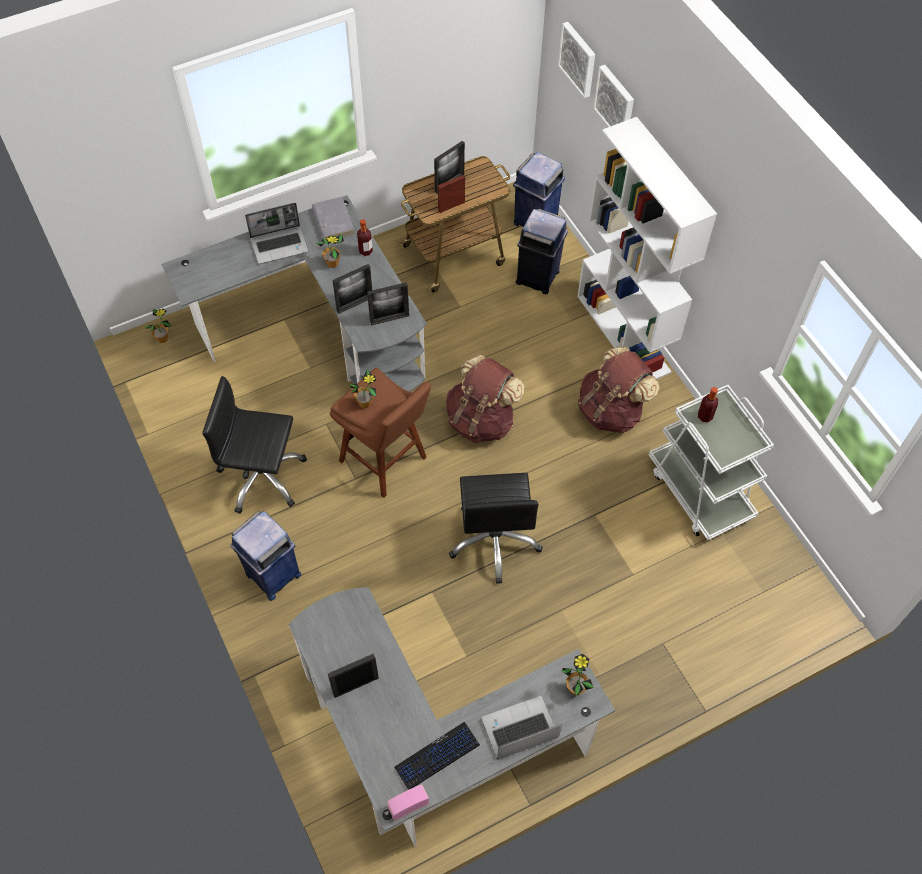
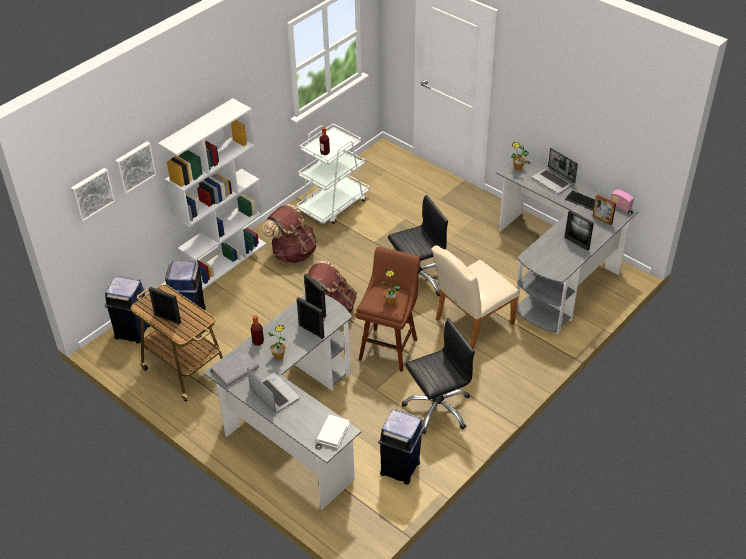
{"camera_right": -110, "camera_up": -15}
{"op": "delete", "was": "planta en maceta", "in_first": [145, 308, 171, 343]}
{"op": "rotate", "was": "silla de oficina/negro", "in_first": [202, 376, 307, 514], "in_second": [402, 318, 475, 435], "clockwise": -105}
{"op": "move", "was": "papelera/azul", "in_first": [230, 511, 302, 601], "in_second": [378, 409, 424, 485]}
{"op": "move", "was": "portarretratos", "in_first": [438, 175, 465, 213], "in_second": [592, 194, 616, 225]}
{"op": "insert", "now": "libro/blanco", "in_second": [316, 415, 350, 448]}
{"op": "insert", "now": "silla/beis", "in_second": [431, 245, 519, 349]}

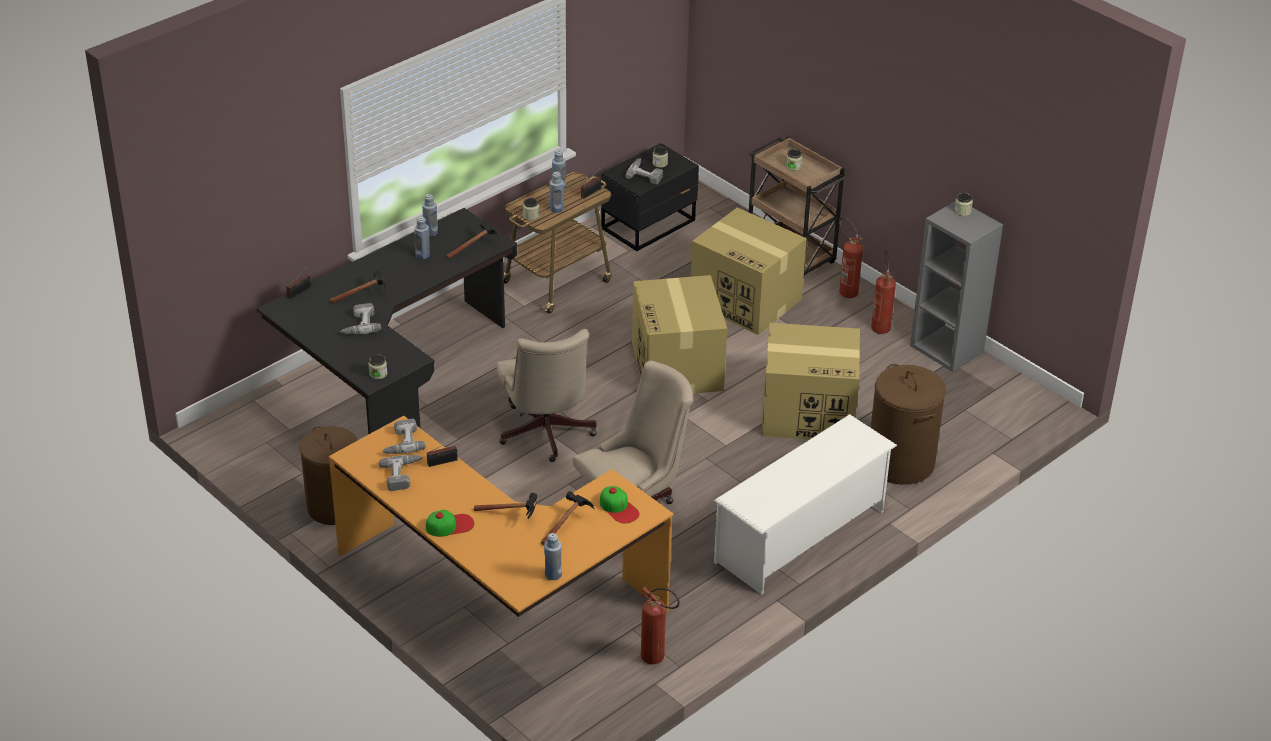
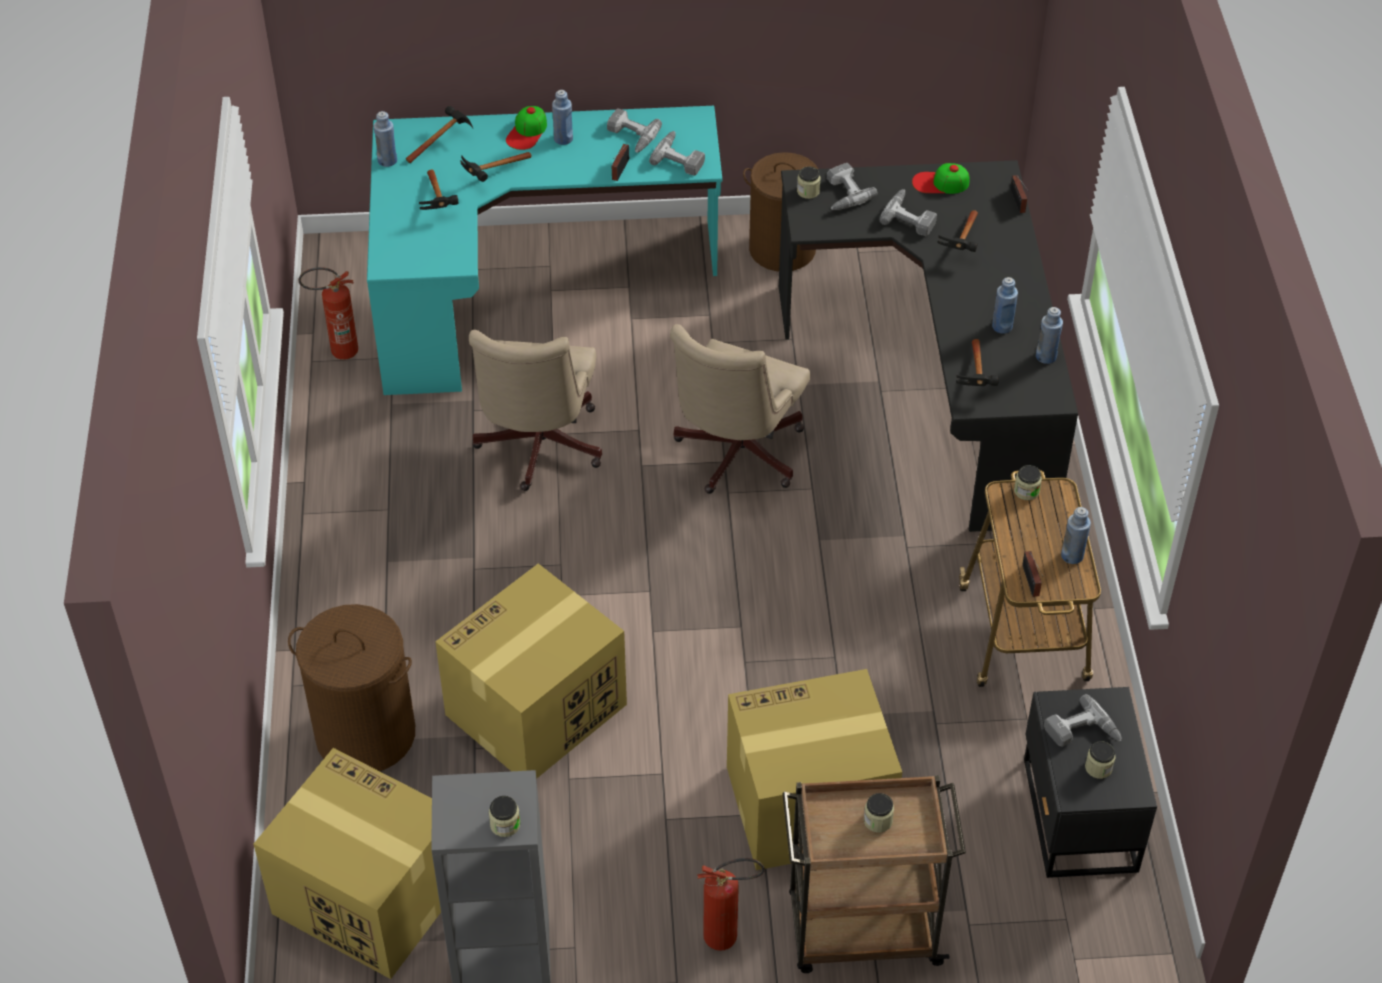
{"camera_right": 130, "camera_up": 10}
{"op": "recolor", "was": "escritorio/naranja", "now": "escritorio/turquesa", "in_first": [329, 416, 673, 617], "in_second": [367, 106, 722, 395]}
{"op": "rotate", "was": "silla de oficina/beis", "in_first": [497, 329, 597, 462], "in_second": [670, 324, 810, 494], "clockwise": -90}
{"op": "move", "was": "botella/azul", "in_first": [550, 172, 564, 213], "in_second": [552, 90, 573, 145]}
{"op": "move", "was": "gorra", "in_first": [600, 486, 639, 523], "in_second": [912, 163, 970, 194]}
{"op": "move", "was": "caja de cartón", "in_first": [632, 275, 727, 394], "in_second": [254, 748, 441, 979]}
{"op": "delete", "was": "zapatero/blanco", "in_first": [714, 414, 897, 594]}
{"op": "delete", "was": "extintor", "in_first": [871, 249, 896, 334]}
{"op": "insert", "now": "martillo", "in_second": [406, 106, 473, 163]}
{"op": "insert", "now": "taladro", "in_second": [827, 163, 877, 210]}

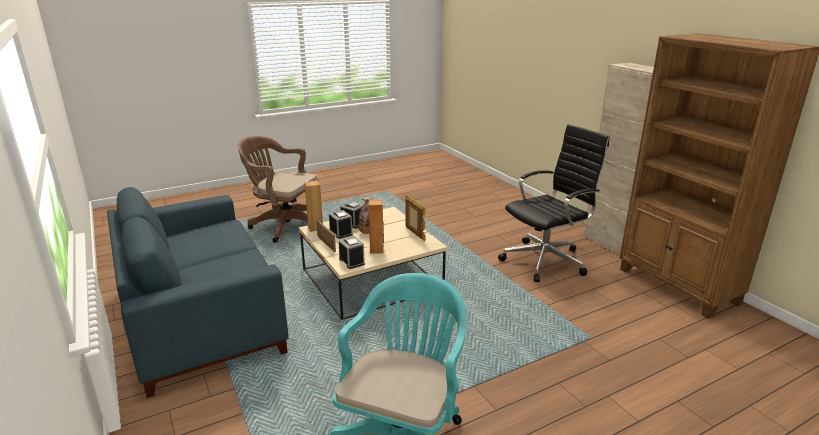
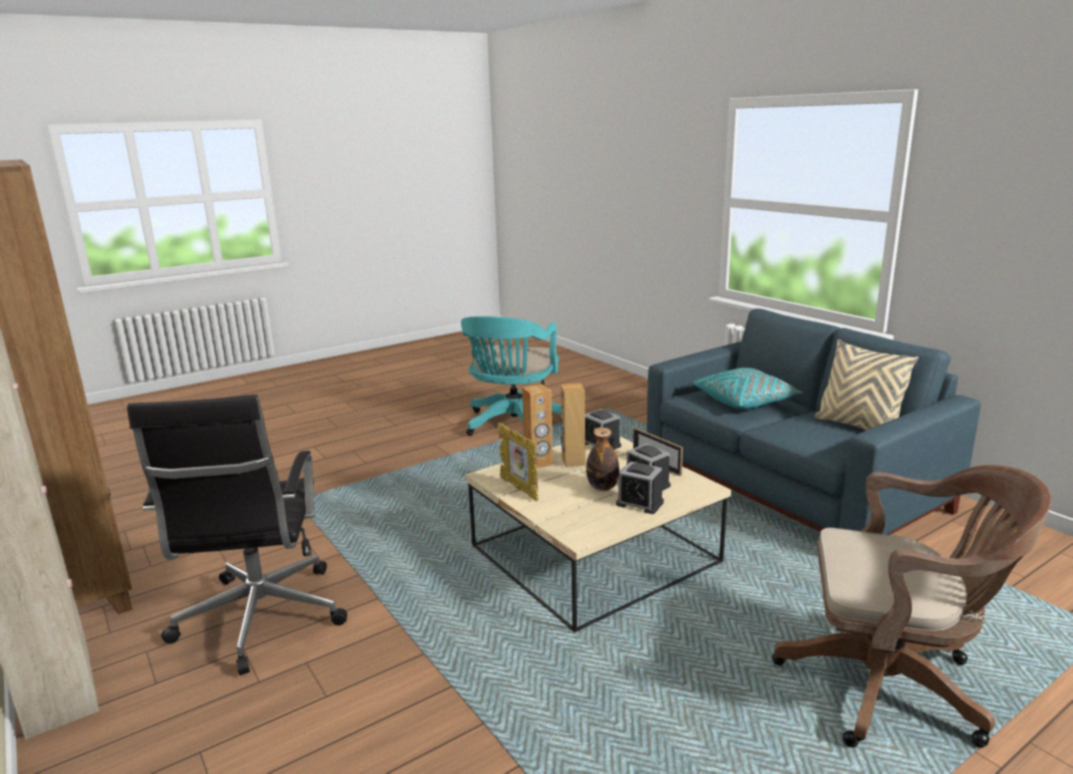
{"camera_right": 175, "camera_up": -5}
{"op": "move", "was": "altavoz/marrón", "in_first": [304, 181, 323, 232], "in_second": [522, 384, 553, 469]}
{"op": "rotate", "was": "silla de oficina/negro", "in_first": [498, 124, 609, 282], "in_second": [127, 395, 347, 675], "clockwise": -60}
{"op": "insert", "now": "cojín/turquesa", "in_second": [692, 368, 803, 410]}
{"op": "insert", "now": "cojín/beis", "in_second": [814, 339, 919, 430]}

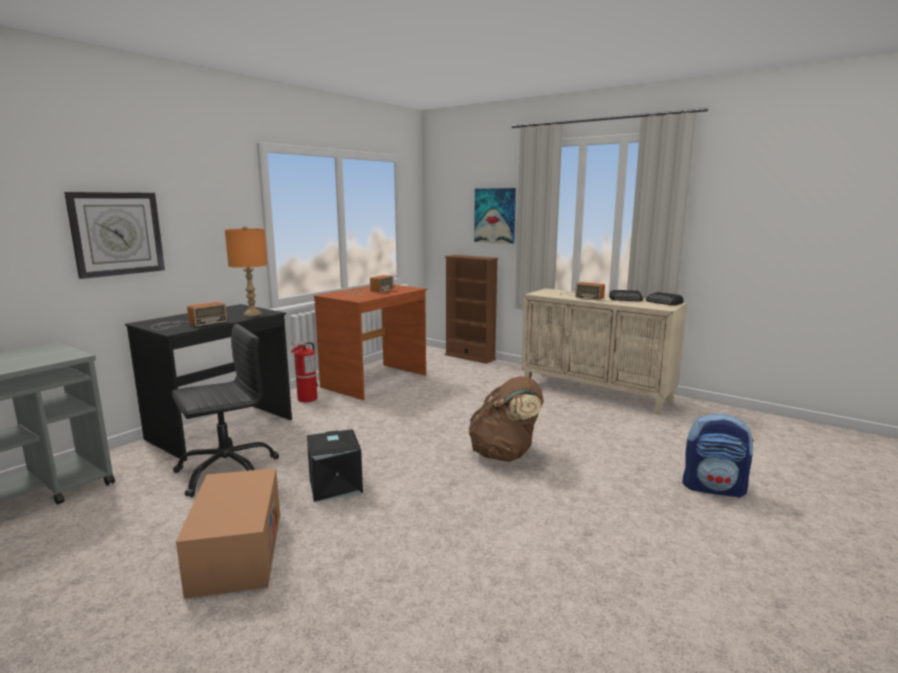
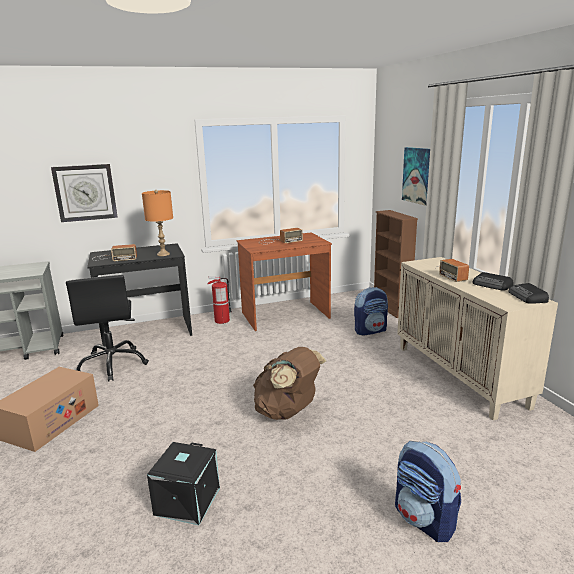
{"camera_right": 35, "camera_up": 5}
{"op": "rotate", "was": "silla de oficina/negro", "in_first": [172, 324, 279, 497], "in_second": [66, 275, 149, 381], "clockwise": 75}
{"op": "move", "was": "caja de almacenaje/negro", "in_first": [307, 429, 363, 502], "in_second": [147, 442, 220, 525]}
{"op": "insert", "now": "mochila", "in_second": [354, 287, 388, 336]}

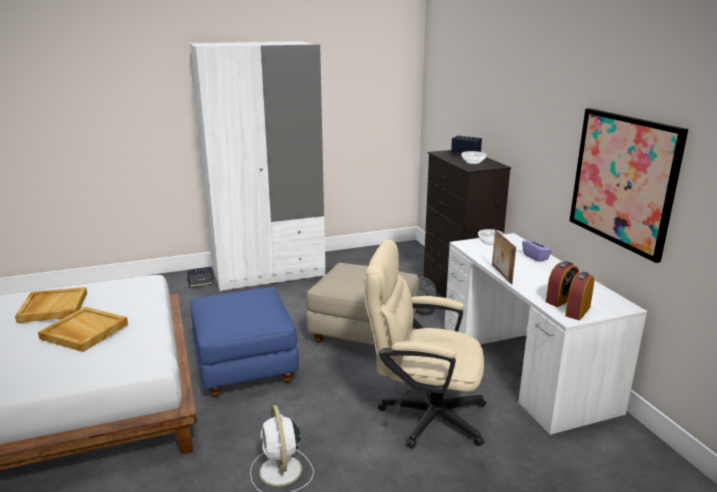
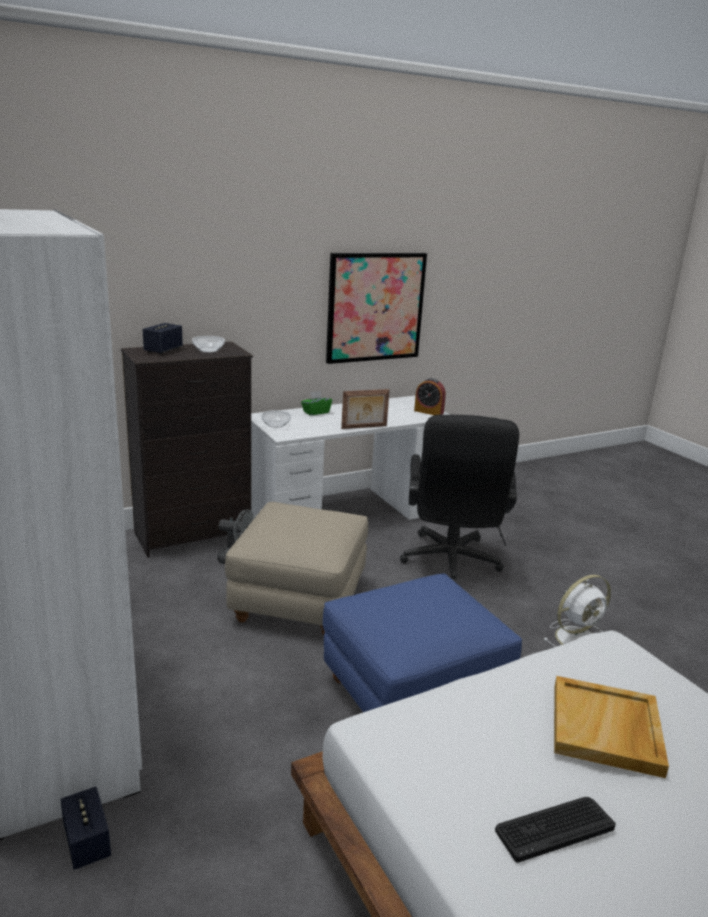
{"camera_right": -100, "camera_up": 0}
{"op": "replace", "was": "bandeja/beis", "now": "teclado", "in_first": [15, 287, 87, 323], "in_second": [495, 797, 616, 863]}
{"op": "recolor", "was": "silla de oficina/beis", "now": "silla de oficina/negro", "in_first": [364, 239, 486, 449], "in_second": [400, 414, 519, 583]}
{"op": "recolor", "was": "caja de pañuelos/morado", "now": "caja de pañuelos/verde", "in_first": [522, 236, 552, 262], "in_second": [301, 391, 332, 415]}
{"op": "delete", "was": "despertador", "in_first": [546, 261, 579, 307]}

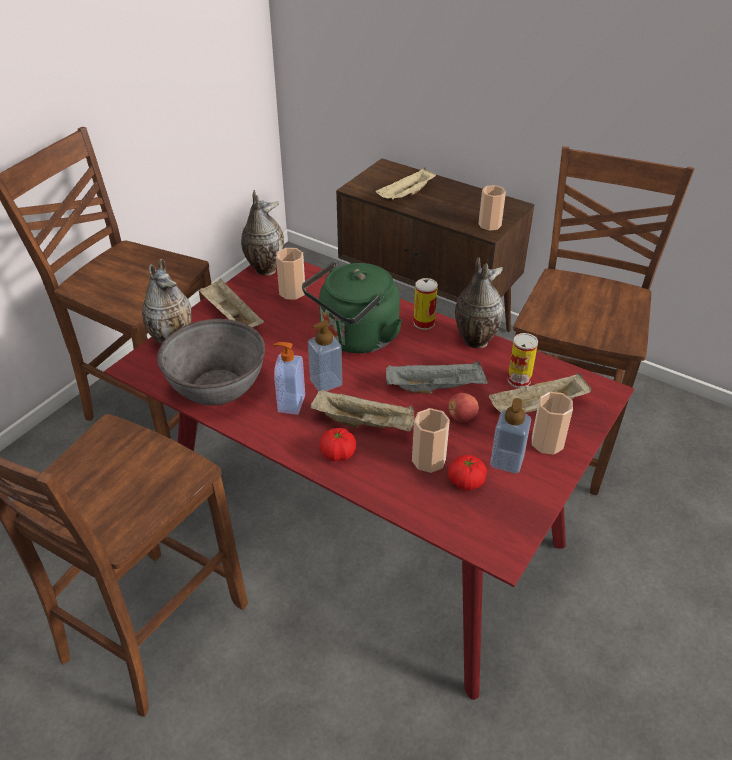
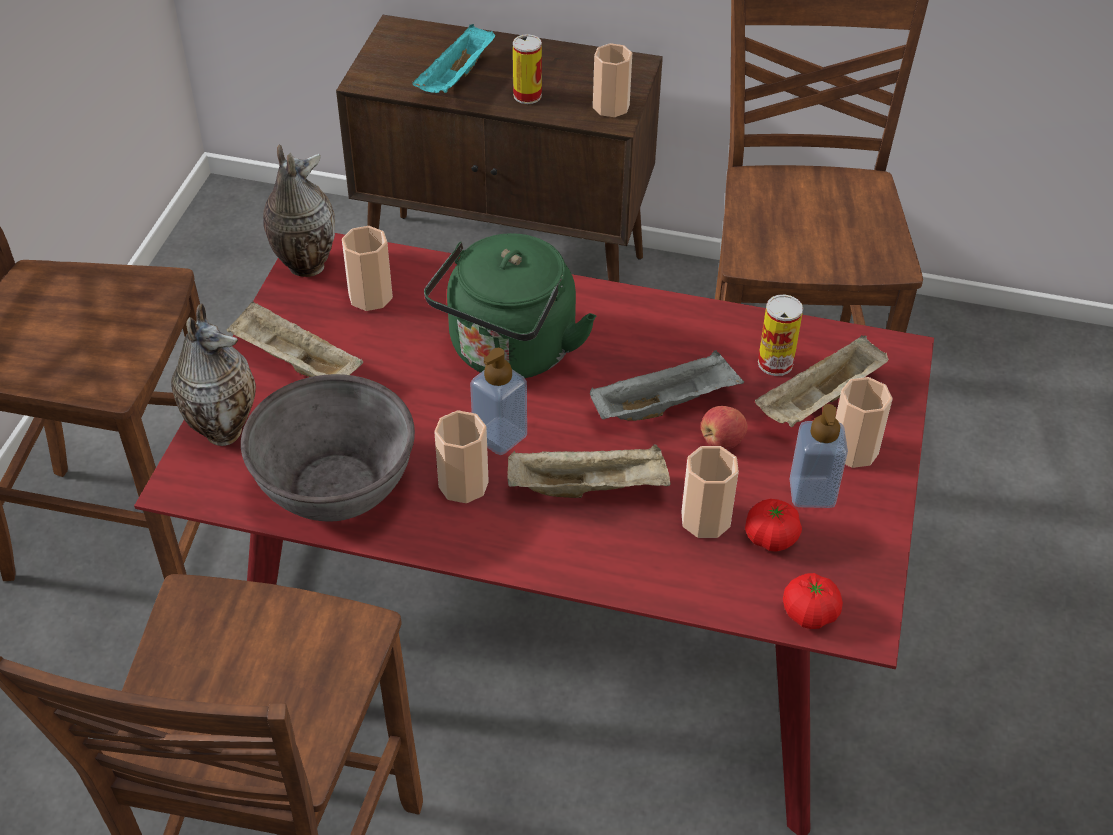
{"camera_right": -20, "camera_up": 5}
{"op": "replace", "was": "dispensador de jabón", "now": "taza", "in_first": [273, 342, 305, 415], "in_second": [434, 410, 489, 503]}
{"op": "move", "was": "tomate", "in_first": [319, 428, 356, 462], "in_second": [783, 573, 843, 629]}
{"op": "recolor", "was": "bandeja/beis", "now": "bandeja/turquesa", "in_first": [376, 168, 436, 199], "in_second": [412, 24, 495, 93]}
{"op": "move", "was": "lata", "in_first": [413, 278, 438, 330], "in_second": [513, 34, 542, 104]}
{"op": "delete", "was": "florero", "in_first": [455, 257, 504, 349]}

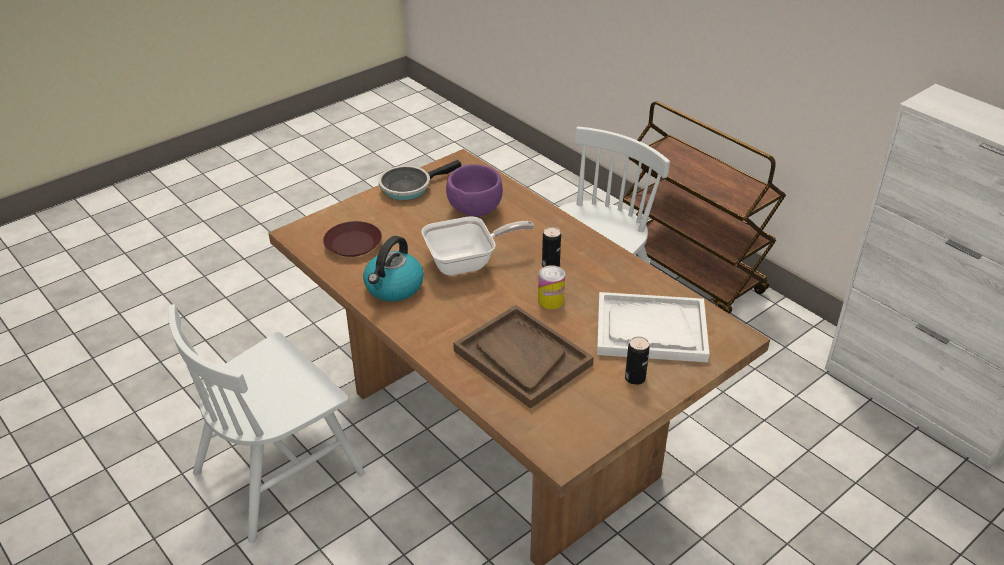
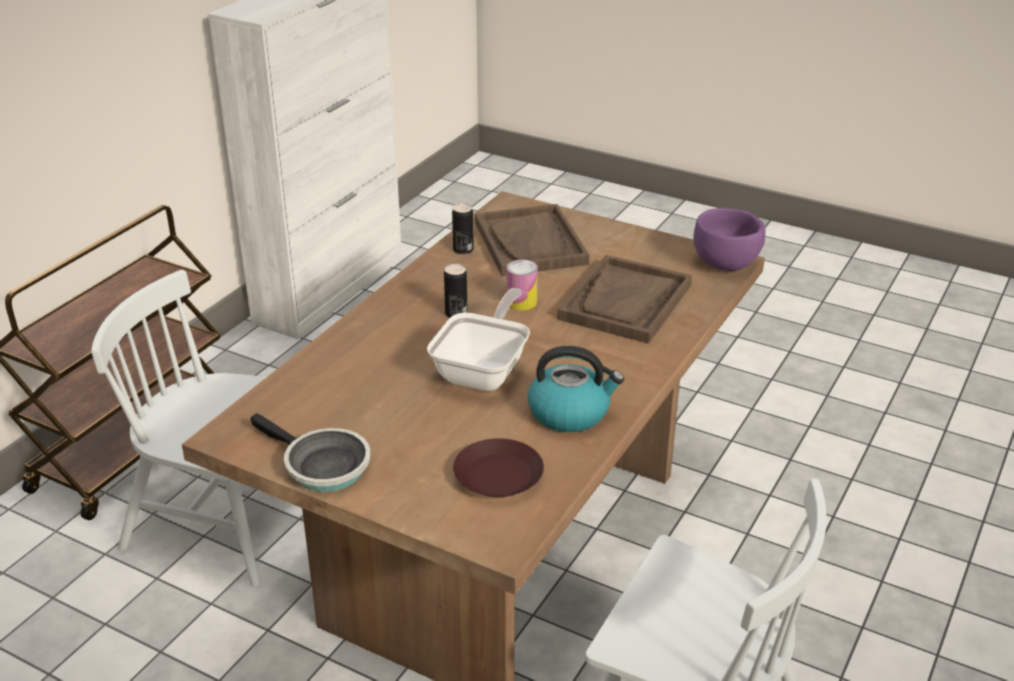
{"camera_right": -110, "camera_up": -5}
{"op": "rotate", "was": "sartén", "in_first": [421, 216, 534, 276], "in_second": [427, 288, 530, 391], "clockwise": 60}
{"op": "move", "was": "cuenco/morado", "in_first": [446, 164, 503, 217], "in_second": [693, 208, 765, 271]}
{"op": "recolor", "was": "bandeja/blanco", "now": "bandeja/marrón", "in_first": [597, 292, 709, 362], "in_second": [475, 204, 589, 276]}
{"op": "move", "was": "lata", "in_first": [625, 336, 650, 385], "in_second": [452, 203, 474, 254]}

